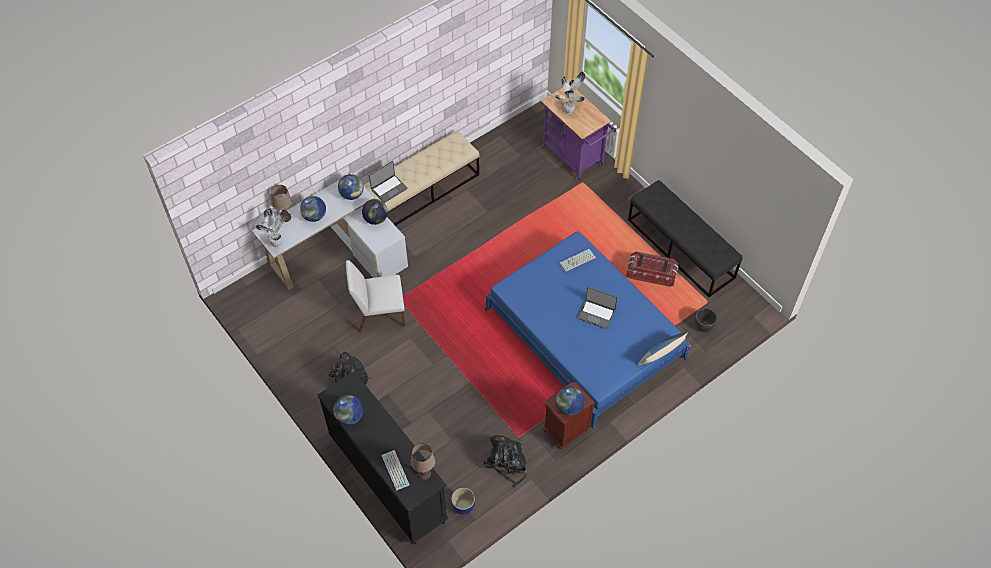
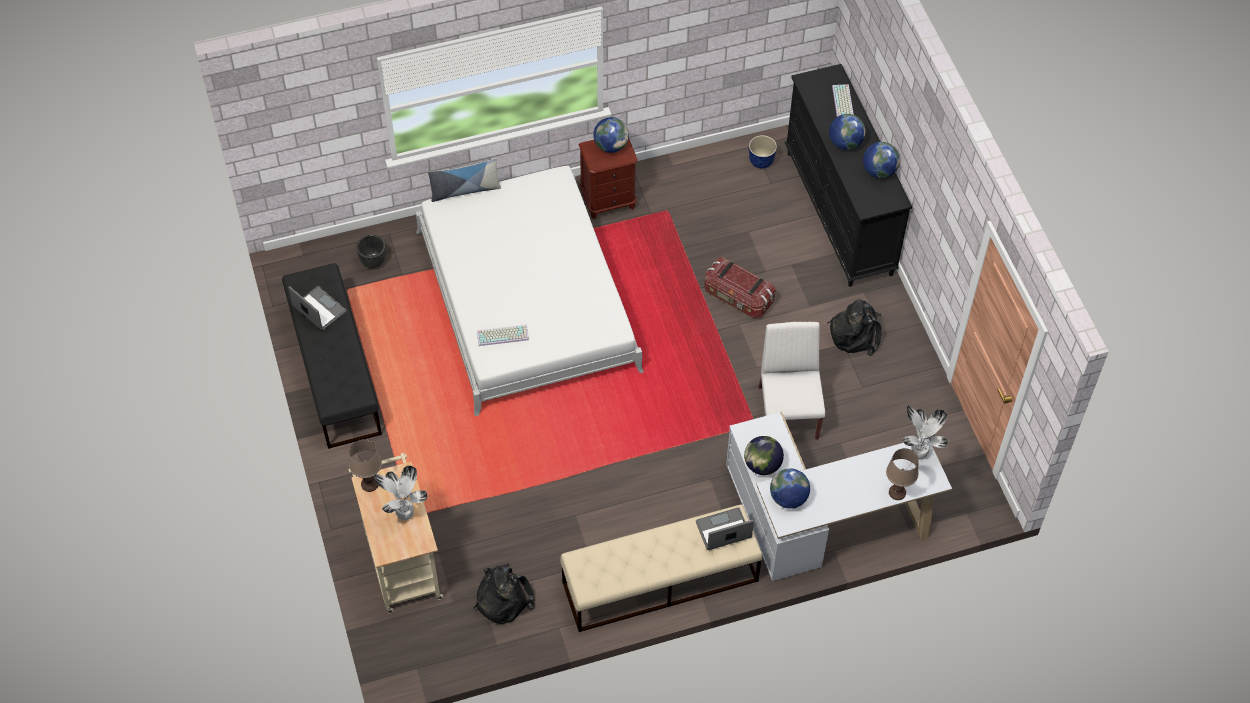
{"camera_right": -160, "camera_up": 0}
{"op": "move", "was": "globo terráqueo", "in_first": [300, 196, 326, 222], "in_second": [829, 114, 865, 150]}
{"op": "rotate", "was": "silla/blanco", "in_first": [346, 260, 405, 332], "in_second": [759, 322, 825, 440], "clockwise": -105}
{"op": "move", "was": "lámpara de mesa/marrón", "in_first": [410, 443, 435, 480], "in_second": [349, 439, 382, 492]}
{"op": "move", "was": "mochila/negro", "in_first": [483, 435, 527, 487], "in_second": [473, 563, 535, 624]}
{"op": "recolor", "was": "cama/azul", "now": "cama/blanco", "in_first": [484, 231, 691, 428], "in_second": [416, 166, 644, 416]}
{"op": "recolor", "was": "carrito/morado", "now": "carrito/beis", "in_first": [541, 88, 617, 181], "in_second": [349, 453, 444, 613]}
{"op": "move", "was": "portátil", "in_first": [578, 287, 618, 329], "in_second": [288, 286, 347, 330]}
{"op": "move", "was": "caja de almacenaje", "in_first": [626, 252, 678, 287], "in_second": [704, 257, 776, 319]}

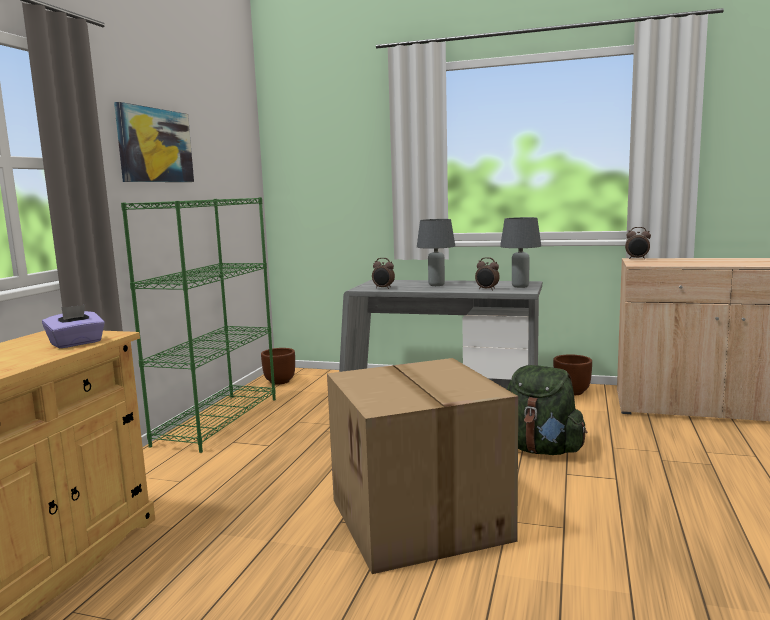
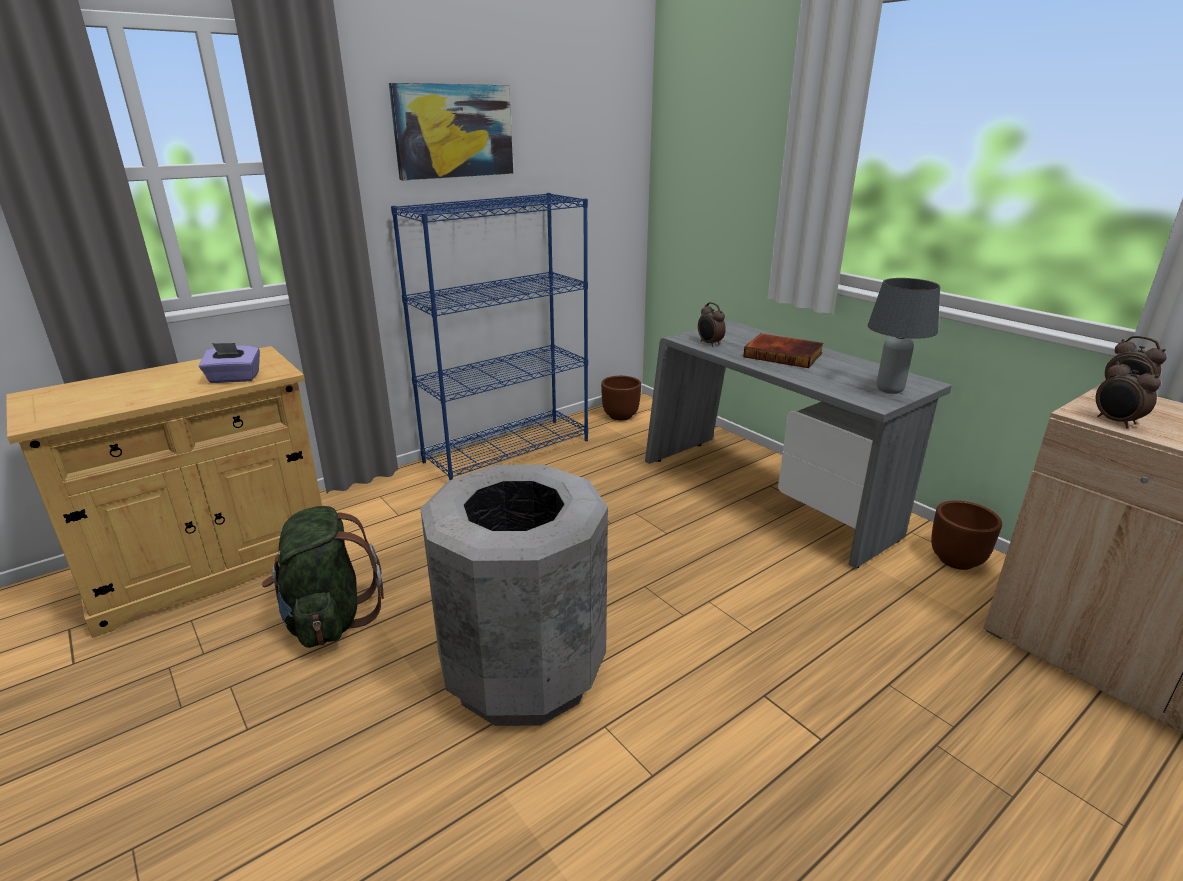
{"camera_right": 35, "camera_up": 15}
{"op": "recolor", "was": "estantería/verde", "now": "estantería/azul", "in_first": [121, 197, 276, 453], "in_second": [391, 193, 588, 481]}
{"op": "replace", "was": "caja de cartón", "now": "papelera/gris", "in_first": [327, 358, 518, 574], "in_second": [420, 464, 608, 726]}
{"op": "replace", "was": "lámpara de mesa/gris", "now": "libro", "in_first": [417, 219, 455, 286], "in_second": [743, 333, 824, 368]}
{"op": "move", "was": "despertador", "in_first": [475, 257, 500, 290], "in_second": [1096, 359, 1161, 428]}
{"op": "move", "was": "mochila/verde", "in_first": [507, 365, 587, 455], "in_second": [262, 506, 384, 648]}

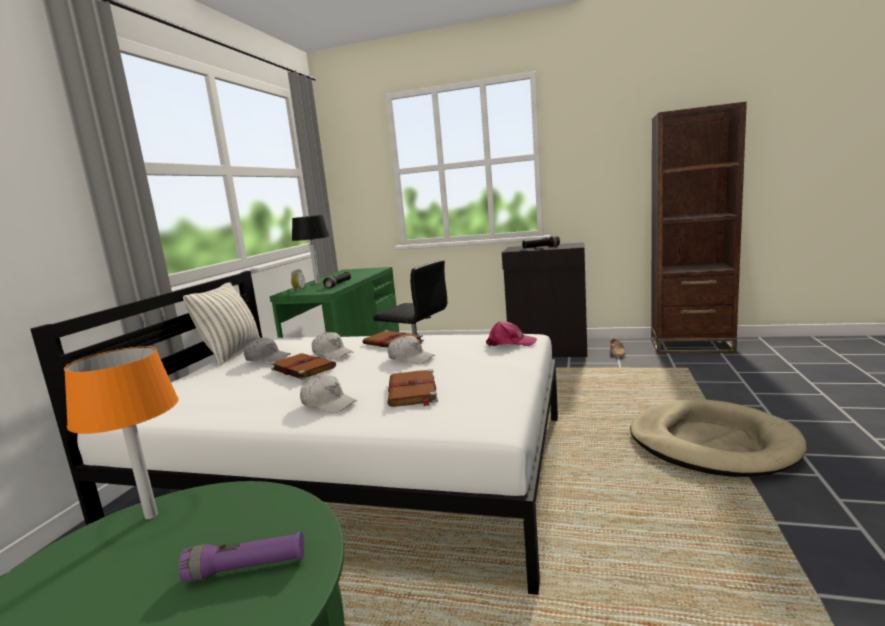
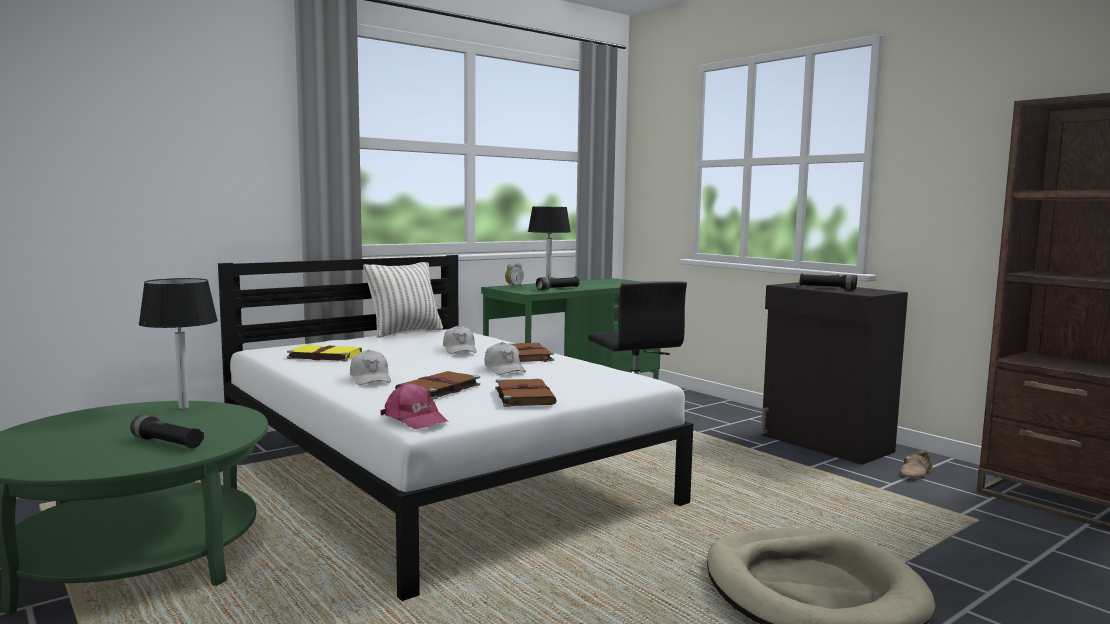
{"camera_right": 35, "camera_up": -5}
{"op": "recolor", "was": "lámpara de mesa/naranja", "now": "lámpara de mesa/negro", "in_first": [64, 346, 179, 519], "in_second": [139, 278, 218, 409]}
{"op": "recolor", "was": "linterna/morado", "now": "linterna/negro", "in_first": [179, 531, 304, 581], "in_second": [130, 415, 204, 448]}
{"op": "delete", "was": "gorra/gris", "in_first": [244, 338, 290, 362]}
{"op": "move", "was": "libro/marrón", "in_first": [270, 353, 336, 380], "in_second": [495, 379, 557, 407]}
{"op": "move", "was": "gorra/rosa", "in_first": [486, 321, 537, 347], "in_second": [380, 383, 447, 429]}
{"op": "insert", "now": "libro/amarillo", "in_second": [287, 345, 362, 362]}

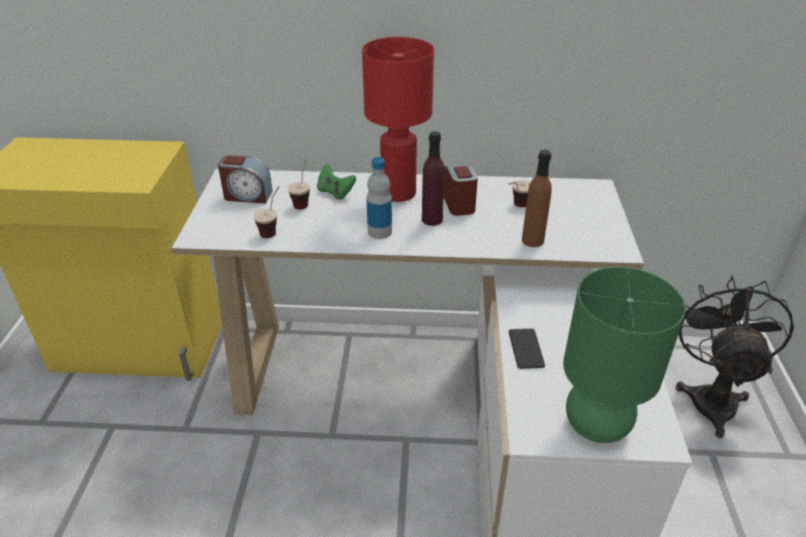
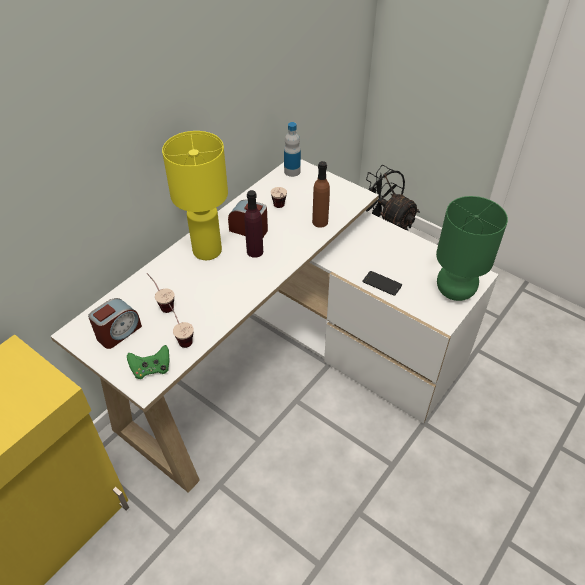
{"camera_right": -55, "camera_up": 10}
{"op": "move", "was": "mando de consola/verde", "in_first": [317, 164, 356, 199], "in_second": [127, 345, 169, 379]}
{"op": "recolor", "was": "lámpara de mesa/rojo", "now": "lámpara de mesa/amarillo", "in_first": [362, 37, 434, 202], "in_second": [162, 131, 228, 260]}
{"op": "move", "was": "botella", "in_first": [366, 157, 392, 239], "in_second": [284, 122, 301, 177]}

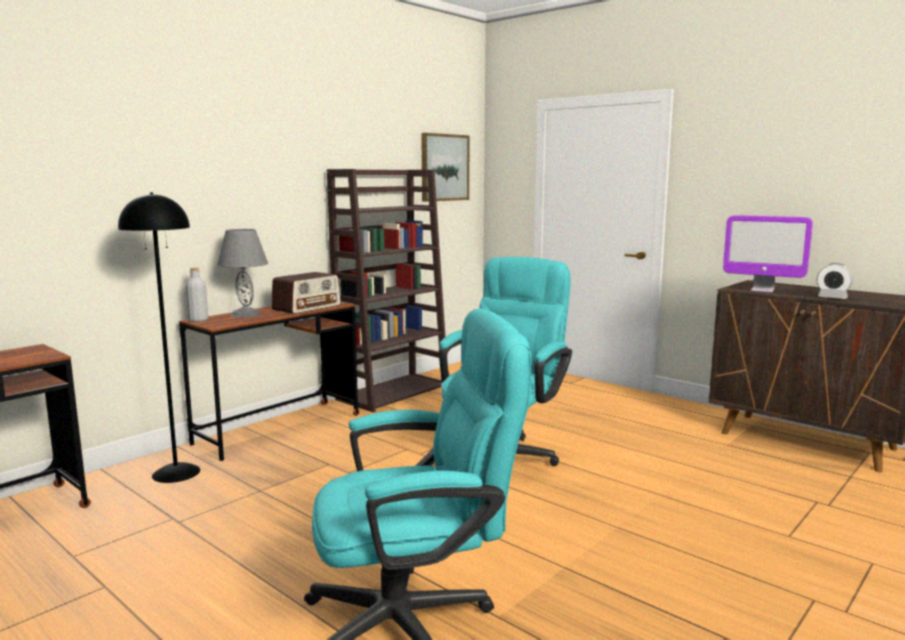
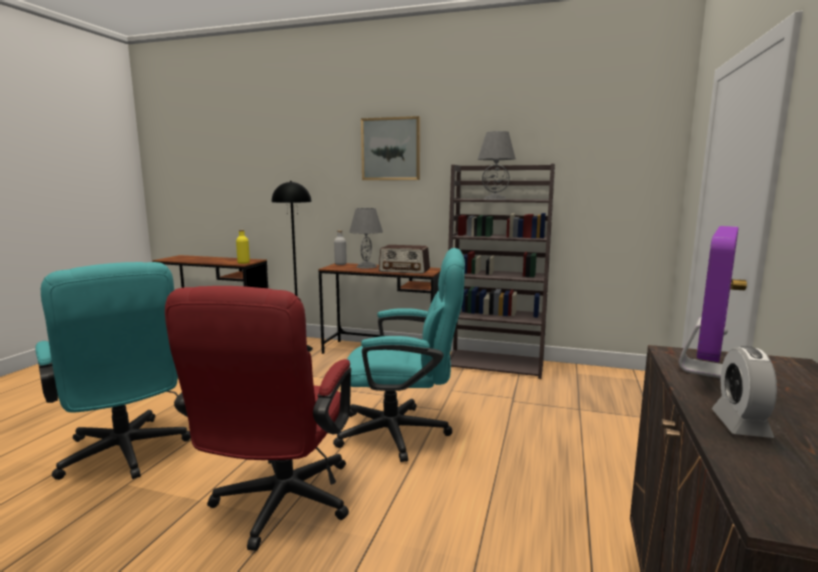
{"camera_right": 65, "camera_up": 0}
{"op": "move", "was": "cuadro", "in_first": [421, 133, 469, 202], "in_second": [361, 116, 420, 180]}
{"op": "rotate", "was": "monitor", "in_first": [723, 215, 813, 292], "in_second": [679, 226, 739, 379], "clockwise": -150}
{"op": "insert", "now": "silla de oficina/rojo", "in_second": [165, 286, 351, 551]}
{"op": "insert", "now": "botella/amarillo", "in_second": [236, 230, 250, 264]}
{"op": "insert", "now": "lámpara de mesa/gris", "in_second": [478, 131, 516, 200]}

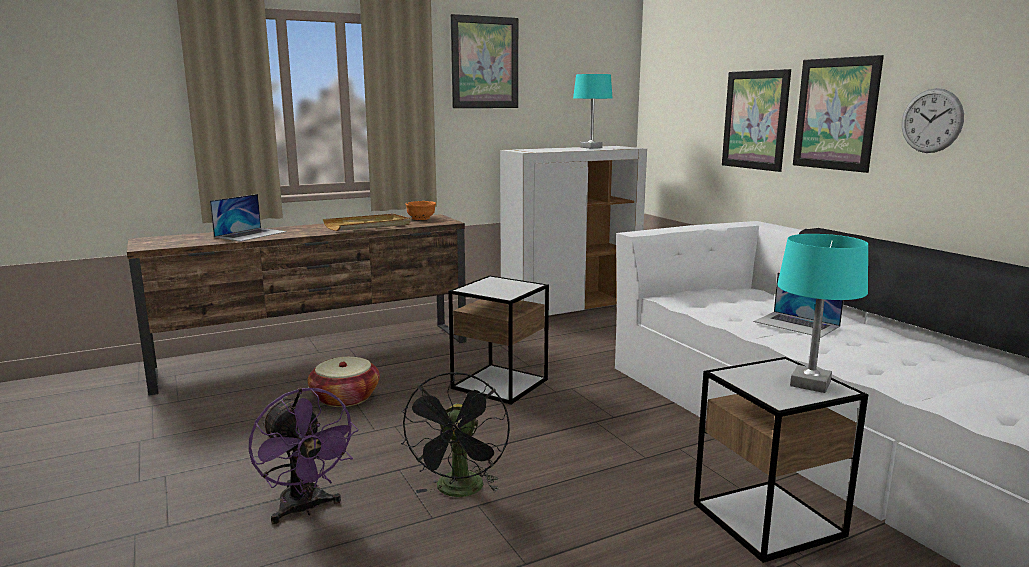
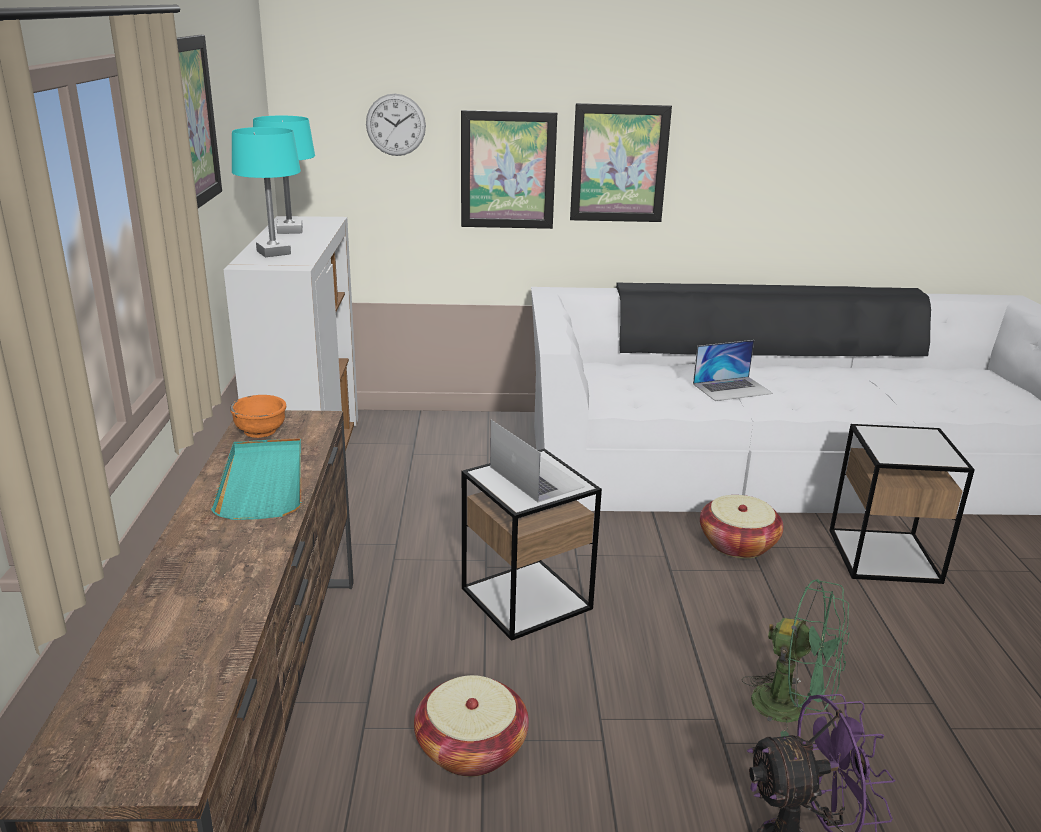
{"camera_right": -65, "camera_up": 10}
{"op": "move", "was": "portátil", "in_first": [210, 194, 287, 241], "in_second": [490, 420, 585, 503]}
{"op": "recolor", "was": "bandeja/beis", "now": "bandeja/turquesa", "in_first": [323, 214, 410, 231], "in_second": [211, 438, 301, 520]}
{"op": "recolor", "was": "ventilador/negro", "now": "ventilador/verde", "in_first": [401, 372, 510, 497], "in_second": [741, 579, 850, 737]}
{"op": "move", "was": "lámpara de mesa/turquesa", "in_first": [777, 234, 868, 393], "in_second": [232, 127, 301, 257]}
{"op": "move", "was": "reloj de pared", "in_first": [902, 88, 964, 153], "in_second": [366, 94, 426, 156]}
{"op": "insert", "now": "cesta", "in_second": [700, 495, 784, 559]}

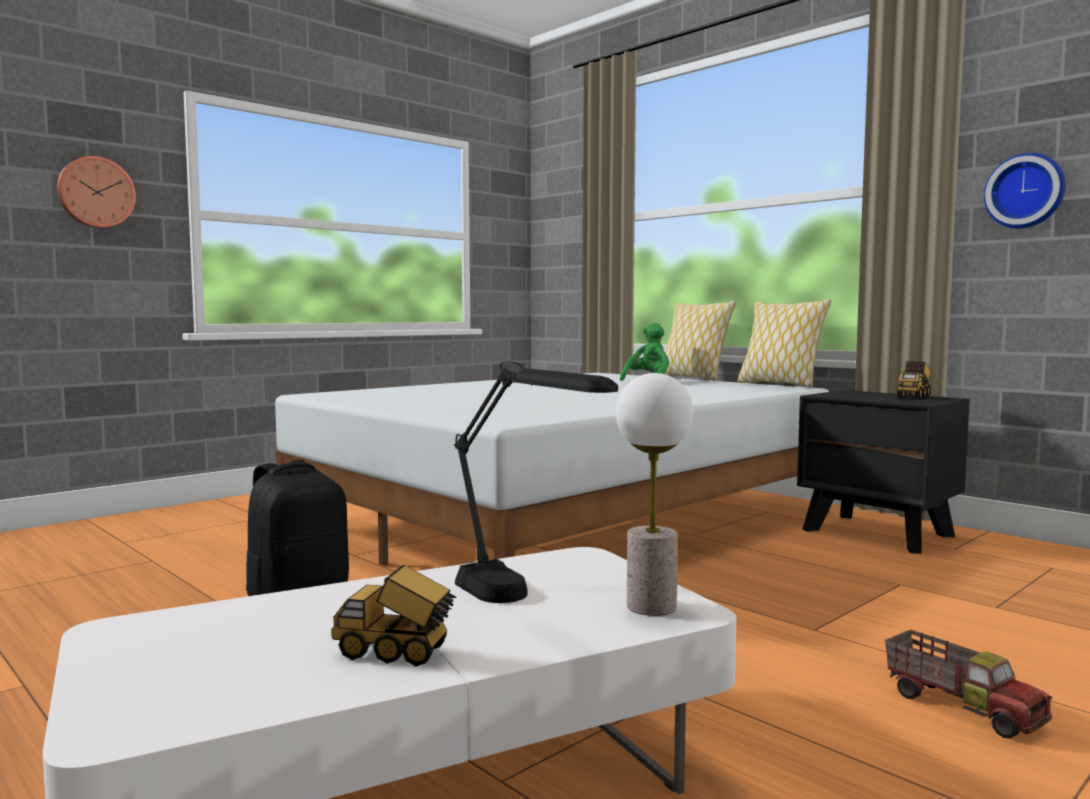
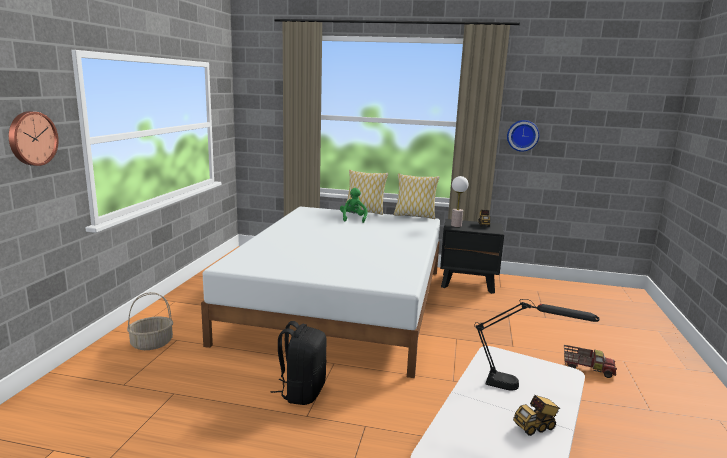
{"camera_right": -35, "camera_up": 10}
{"op": "move", "was": "lámpara de mesa", "in_first": [616, 373, 693, 616], "in_second": [451, 176, 468, 227]}
{"op": "insert", "now": "cesta", "in_second": [127, 292, 173, 350]}

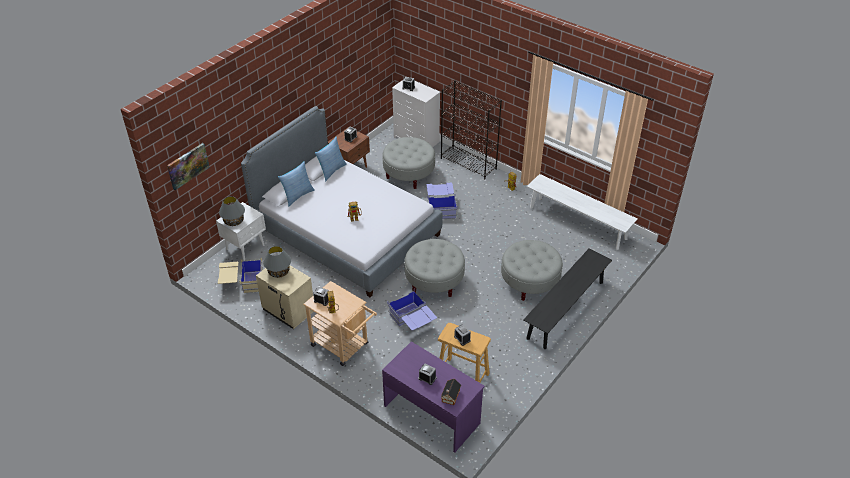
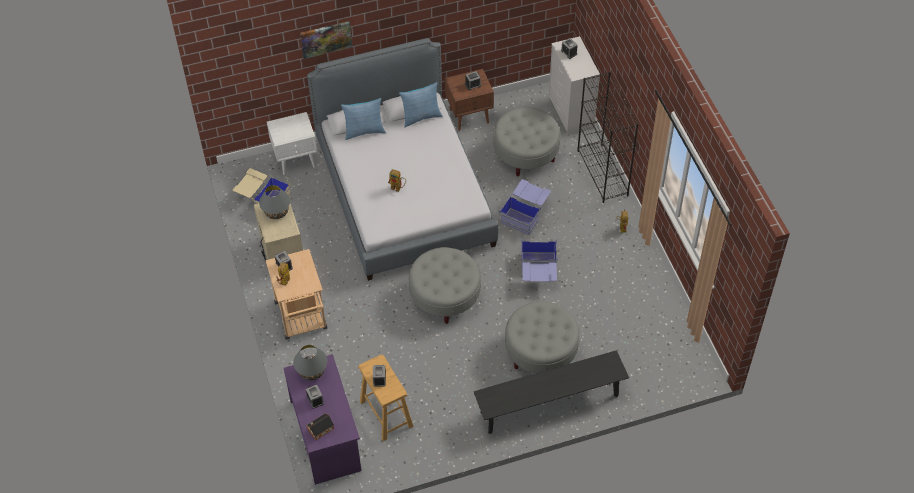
{"camera_right": 35, "camera_up": 10}
{"op": "move", "was": "cuadro", "in_first": [167, 143, 210, 190], "in_second": [300, 21, 352, 59]}
{"op": "move", "was": "lámpara de mesa/gris", "in_first": [219, 196, 245, 226], "in_second": [293, 345, 327, 380]}
{"op": "move", "was": "caja de almacenaje/azul", "in_first": [387, 292, 437, 331], "in_second": [521, 239, 558, 281]}
{"op": "delete", "was": "banco/blanco", "in_first": [527, 174, 637, 250]}

